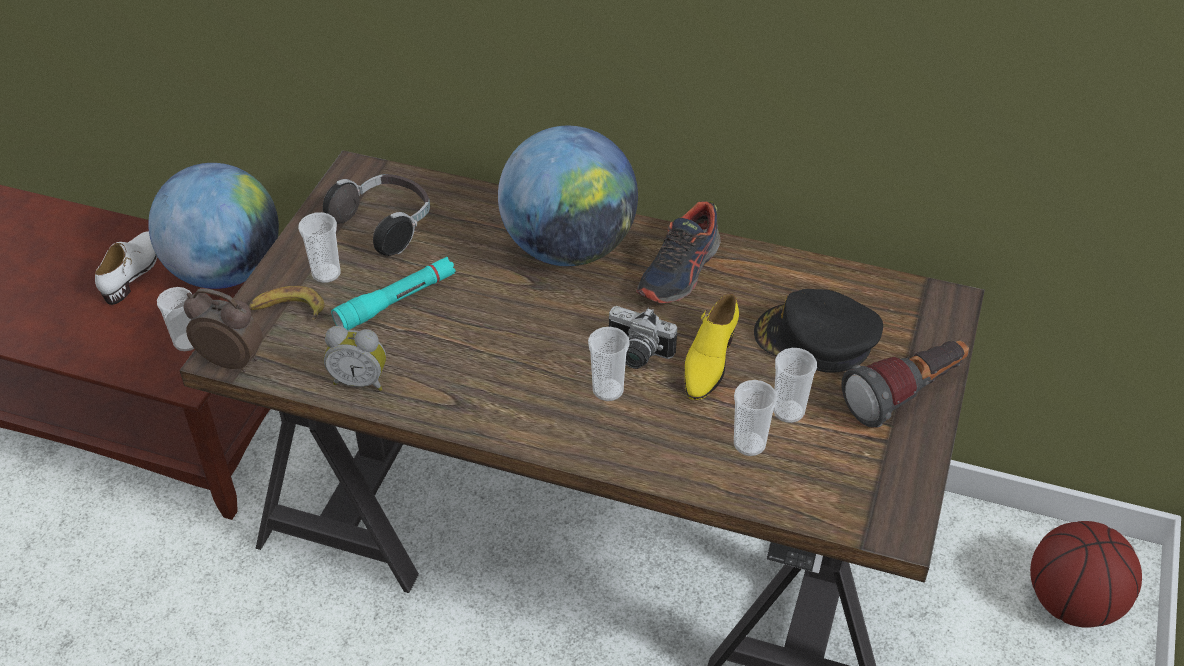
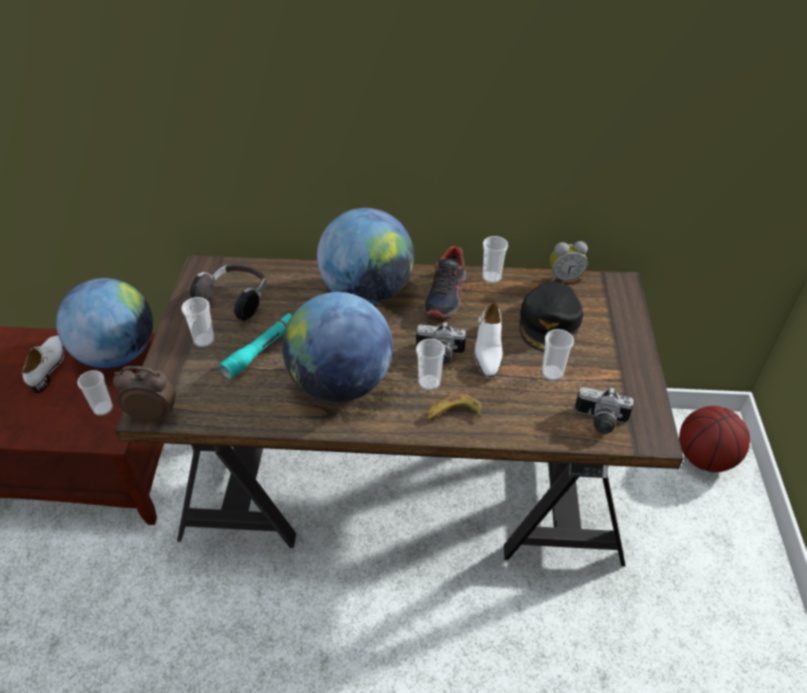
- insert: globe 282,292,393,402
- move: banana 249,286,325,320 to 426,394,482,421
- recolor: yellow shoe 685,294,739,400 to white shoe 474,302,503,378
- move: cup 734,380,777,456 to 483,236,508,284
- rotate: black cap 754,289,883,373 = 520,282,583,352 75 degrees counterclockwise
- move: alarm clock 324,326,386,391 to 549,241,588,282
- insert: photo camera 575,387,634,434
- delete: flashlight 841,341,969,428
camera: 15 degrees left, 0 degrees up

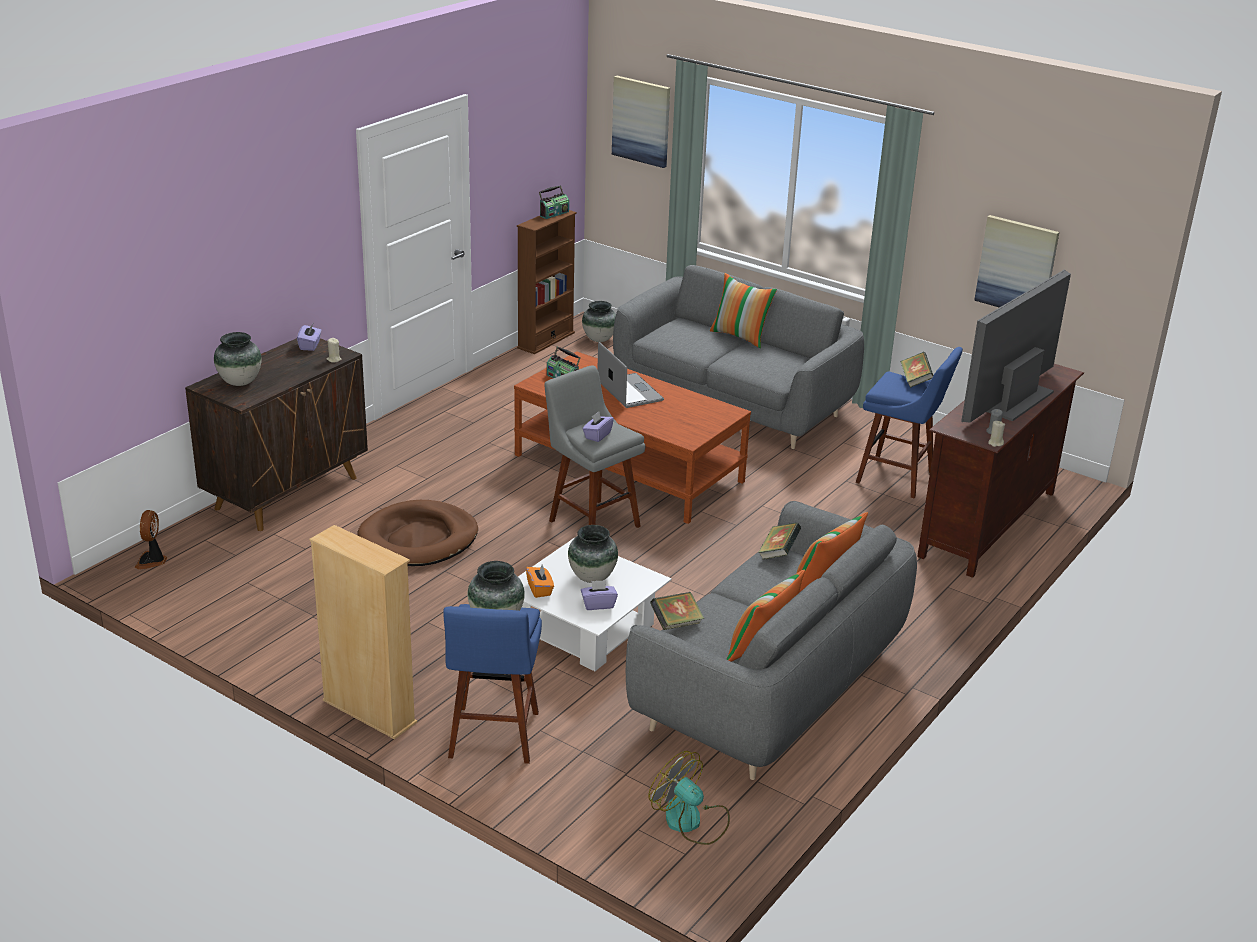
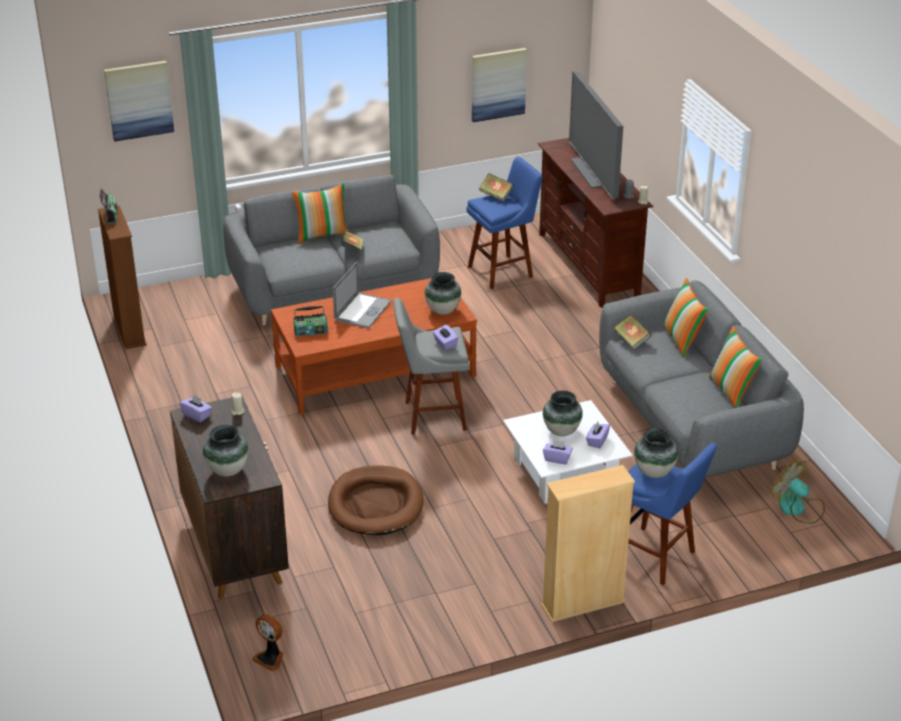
- rotate: laptop 597,342,664,408 = 333,262,392,329 105 degrees clockwise
- move: book 650,592,704,630 to 341,231,364,254
- move: vase 582,301,616,342 to 425,272,461,315
- recolor: orange tissue box 526,565,554,598 to purple tissue box 543,439,573,464
- rotate: fan 648,751,730,845 = 771,460,825,524 60 degrees clockwise
camera: 55 degrees left, 5 degrees up

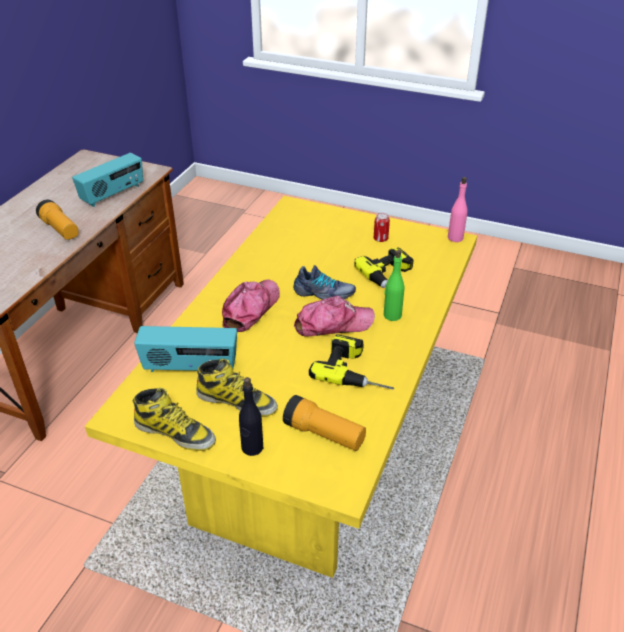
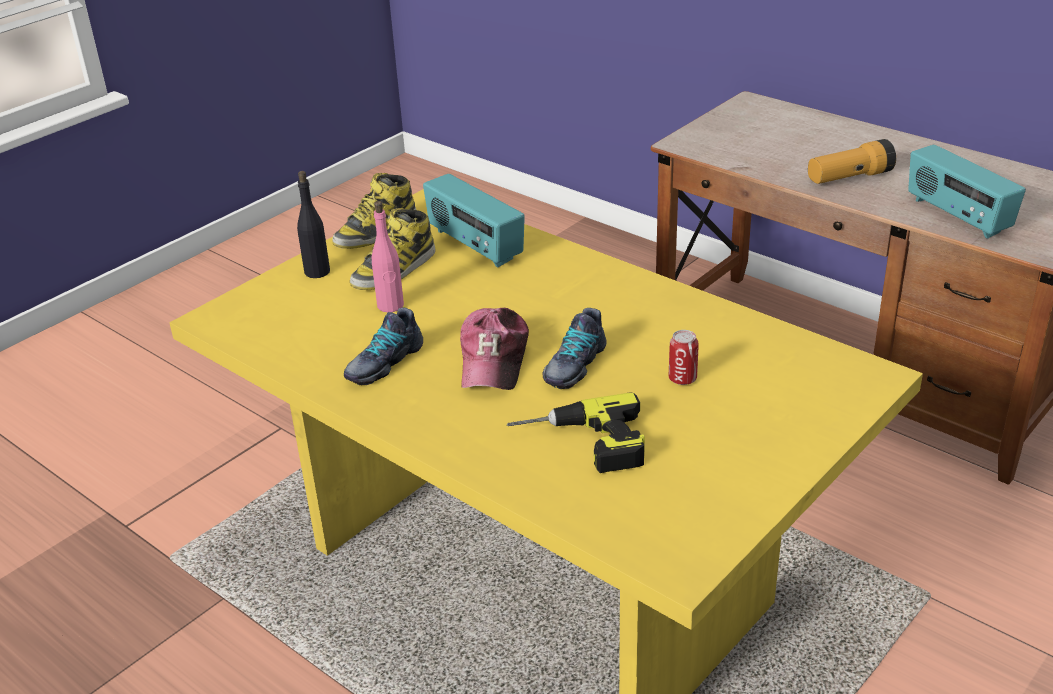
- replace: power drill 309,335,395,390 to shoe 344,307,423,385
- move: pink bottle 448,177,468,242 to 372,201,404,312
- rotate: radio 134,326,237,372 = 423,174,525,267 60 degrees counterclockwise
- move: can 374,213,390,242 to 669,330,699,385
- delete: cap 222,279,280,332
- delete: flashlight 283,395,366,451
- delete: green bottle 384,250,404,321
camera: 110 degrees right, 5 degrees down

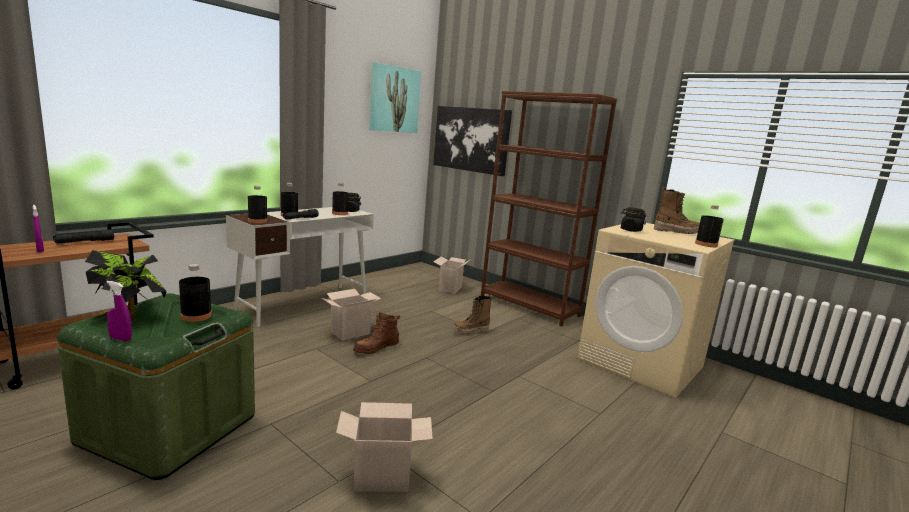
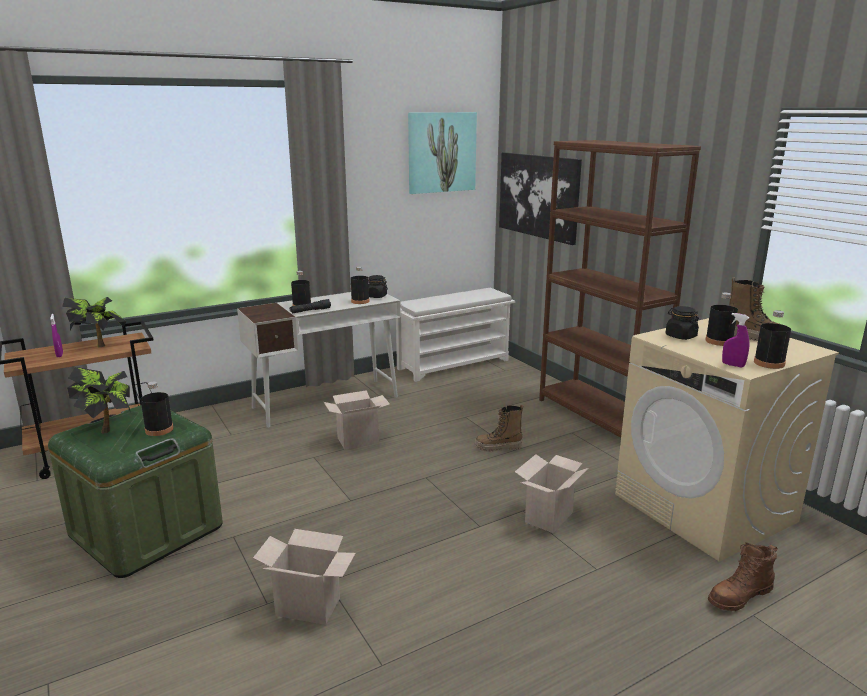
- replace: black flashlight 53,229,114,243 to potted plant 62,297,126,347
- insert: white shoe rack 396,288,515,382
- move: cardboard box 433,256,470,294 to 515,454,588,533
- move: black bottle 248,186,268,223 to 705,293,738,346
- move: brown boot 353,312,400,354 to 708,542,778,611
- move: purple spray bottle 107,281,132,341 to 722,313,749,368
camera: 20 degrees right, 5 degrees up

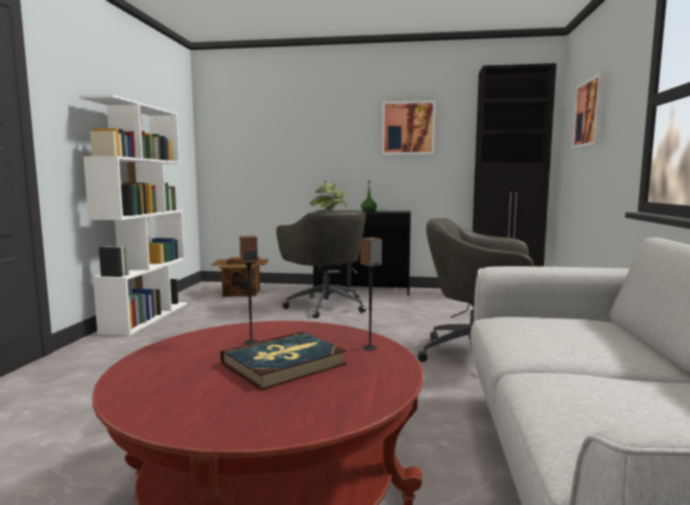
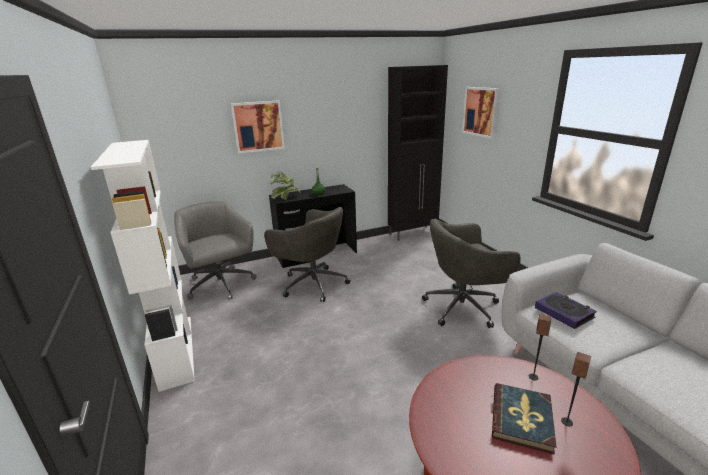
- replace: cardboard box 211,257,269,297 to grey office chair 174,201,257,300
- move: picture 382,100,435,155 to 231,100,285,154
- insert: book 535,292,597,329
- move: speaker 240,236,258,344 to 561,352,591,426
camera: 30 degrees left, 15 degrees up

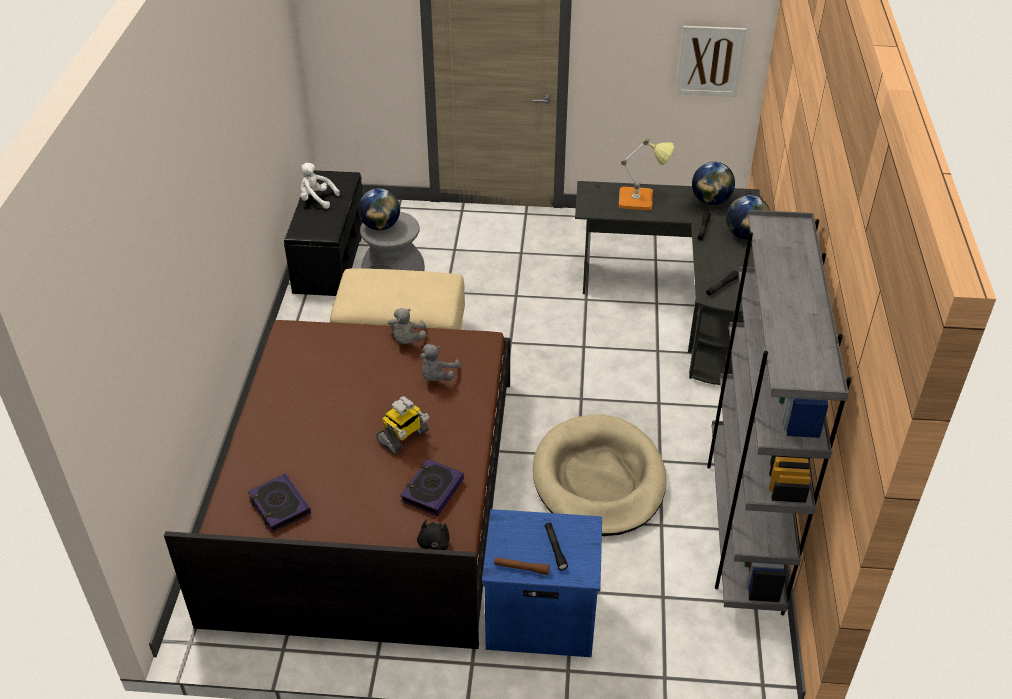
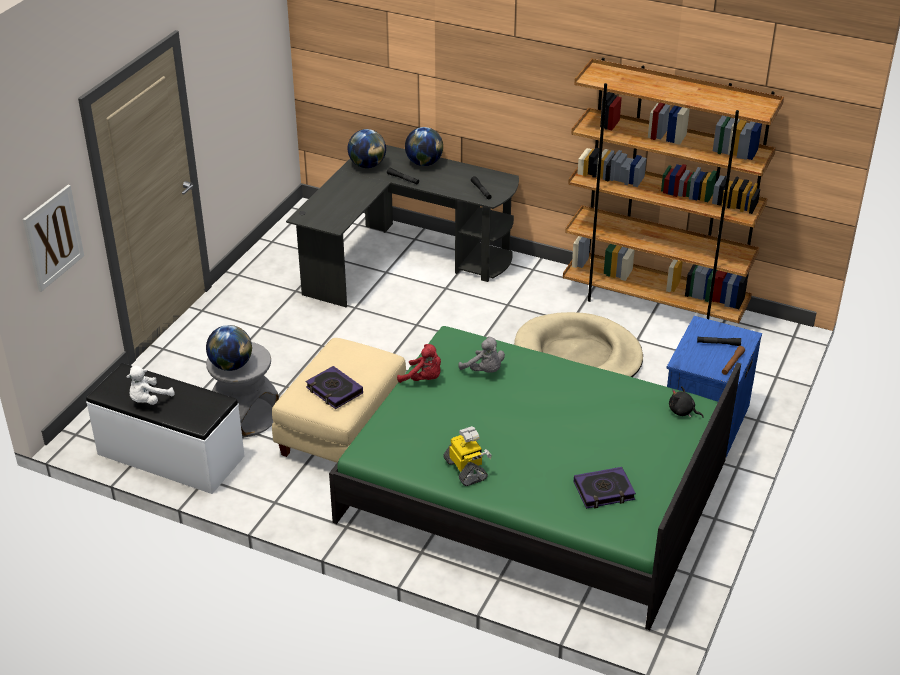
- move: picture 676,26,747,97 to 23,185,84,292
- recolor: black bench 284,170,363,296 to white bench 86,363,245,494
- move: book 400,459,464,516 to 305,366,363,409
- recolor: brown bed 164,320,510,649 to green bed 329,326,741,630
- recolor: grey plush toy 388,308,427,344 to red plush toy 397,344,441,383
- move: toy robot 376,396,429,454 to 443,426,492,486
- recolor: grey bookcase 707,210,851,615 to brown bookcase 563,58,784,323
- delete: table lamp 619,138,675,210
camera: 70 degrees left, 5 degrees down

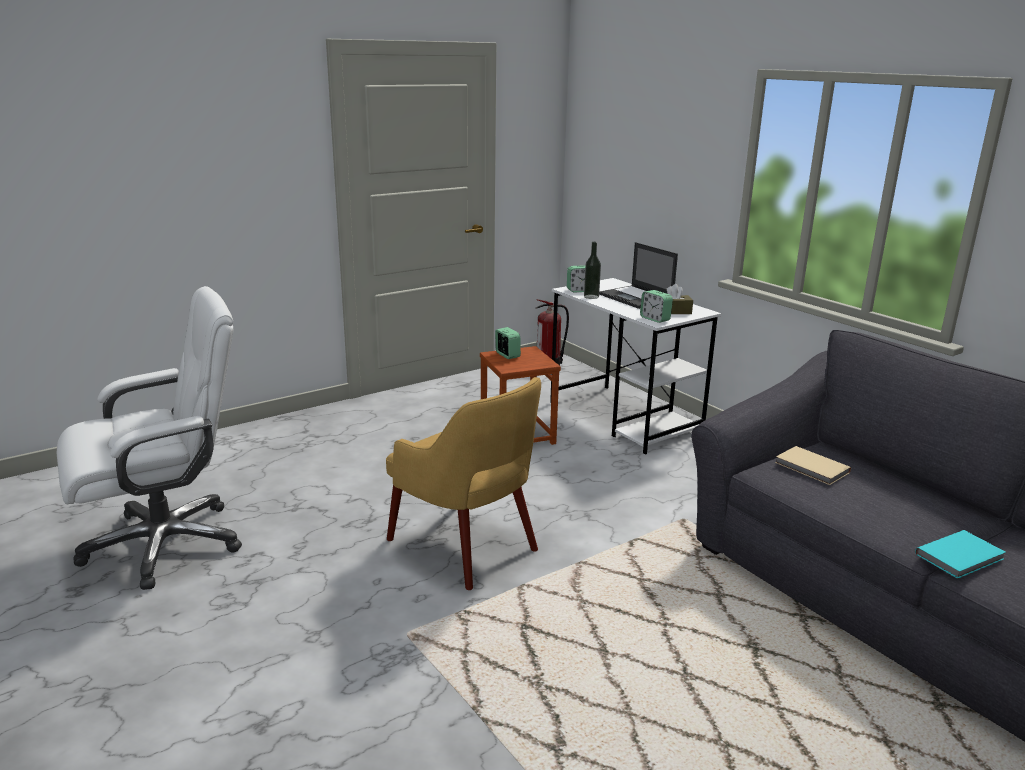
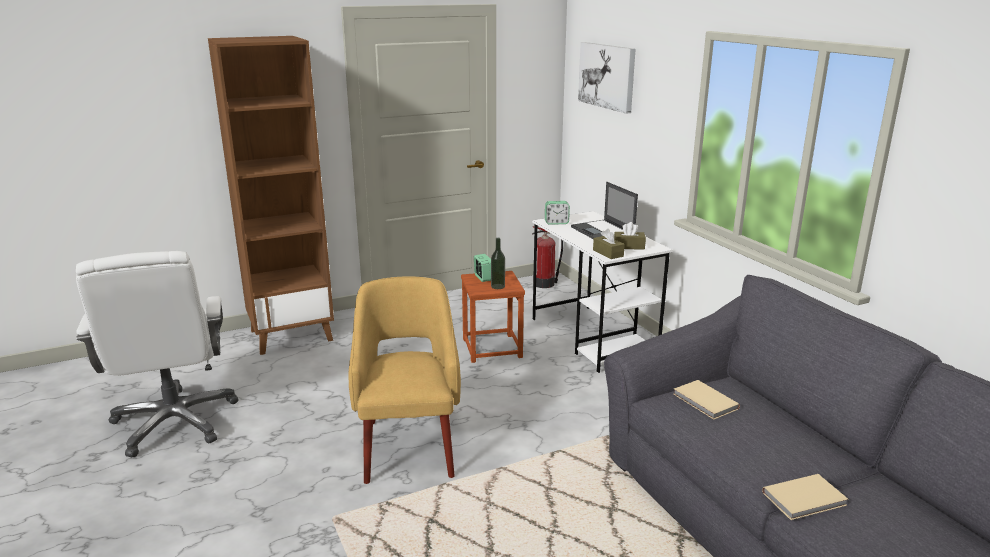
- rotate: white office chair 57,286,242,590 = 76,251,239,457 90 degrees clockwise
- insert: brown bookcase 208,36,334,355
- rotate: yellow armchair 386,377,541,590 = 349,276,461,484 150 degrees counterclockwise
- move: bottle 584,242,601,299 to 491,238,505,289
- insert: picture 578,42,636,114
- replace: alarm clock 640,290,673,323 to brown tissue box 593,229,625,259
- recolor: turquoise book 915,530,1006,579 to beige book 762,474,848,520
camera: 10 degrees right, 0 degrees up

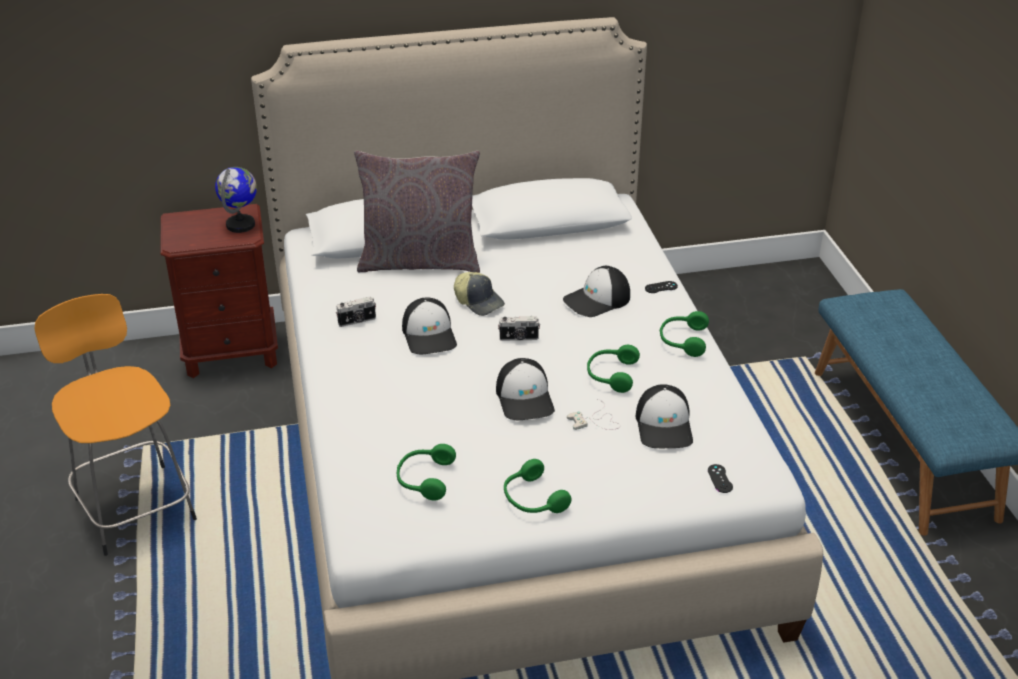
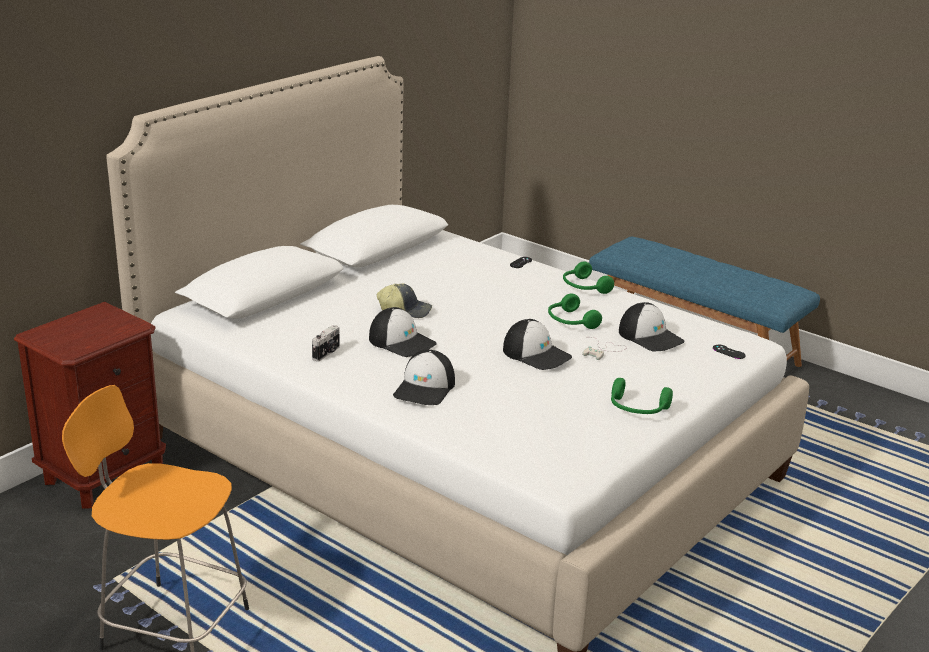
- move: cap 563,266,630,317 to 393,350,455,405
- delete: globe 215,167,257,233
- delete: grey pillow 354,150,480,273
- delete: green headphones 397,444,456,501
- delete: photo camera 498,316,540,341
camera: 40 degrees left, 10 degrees down

